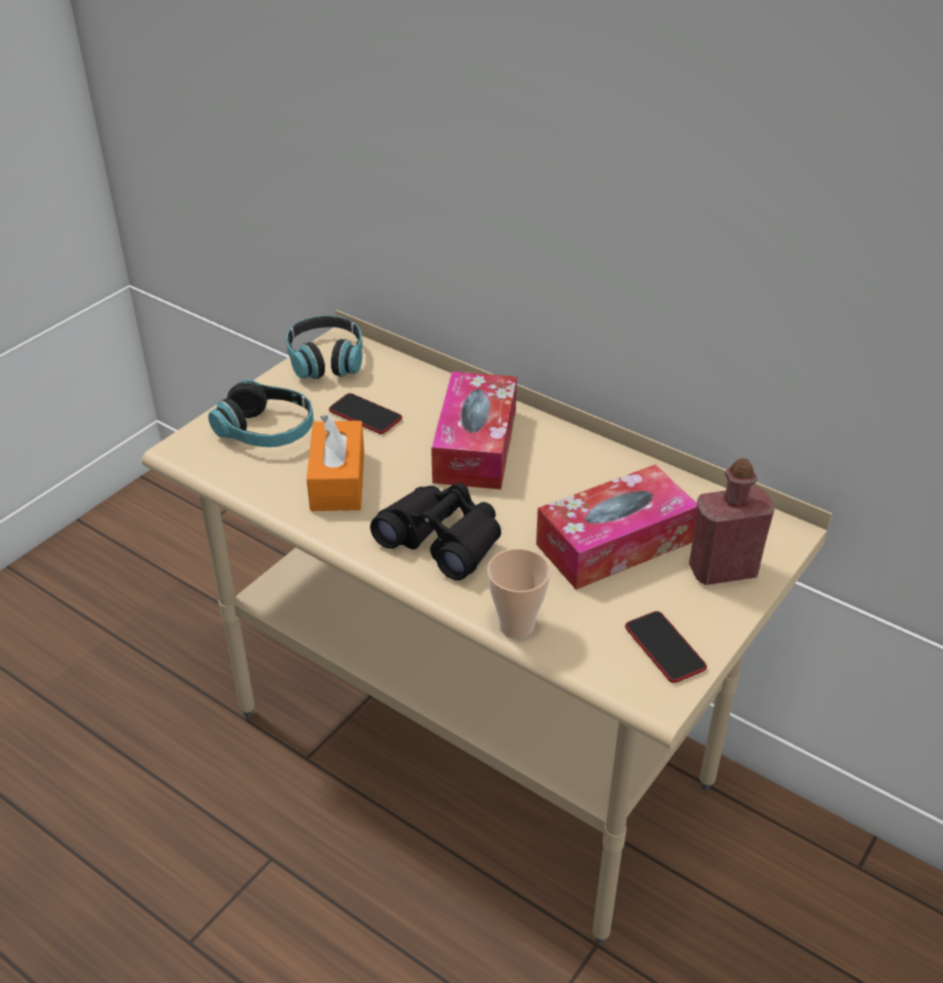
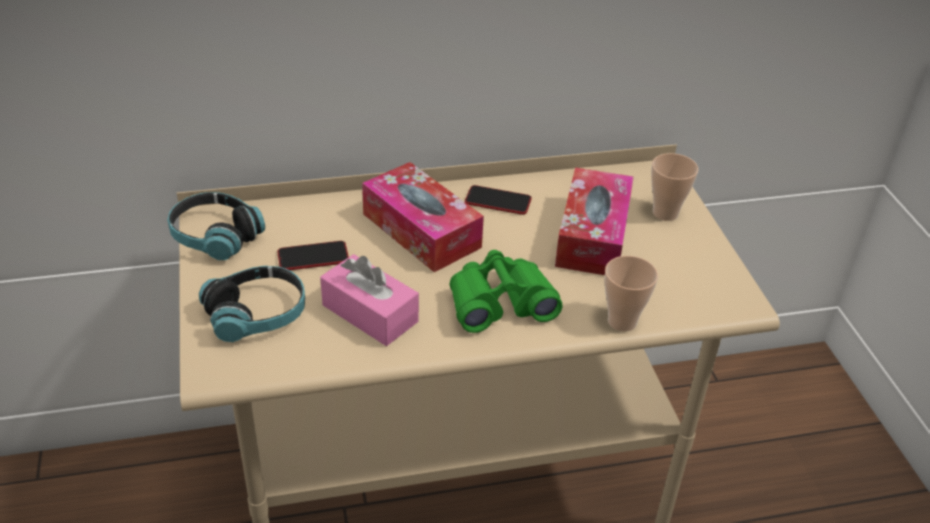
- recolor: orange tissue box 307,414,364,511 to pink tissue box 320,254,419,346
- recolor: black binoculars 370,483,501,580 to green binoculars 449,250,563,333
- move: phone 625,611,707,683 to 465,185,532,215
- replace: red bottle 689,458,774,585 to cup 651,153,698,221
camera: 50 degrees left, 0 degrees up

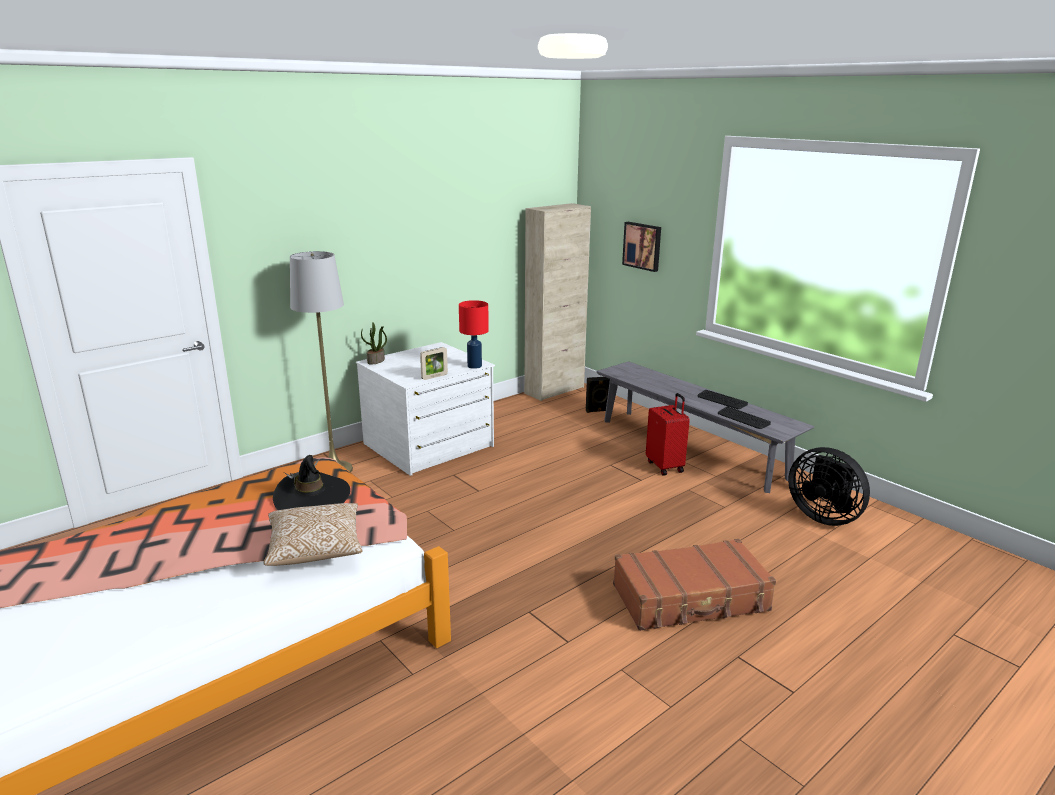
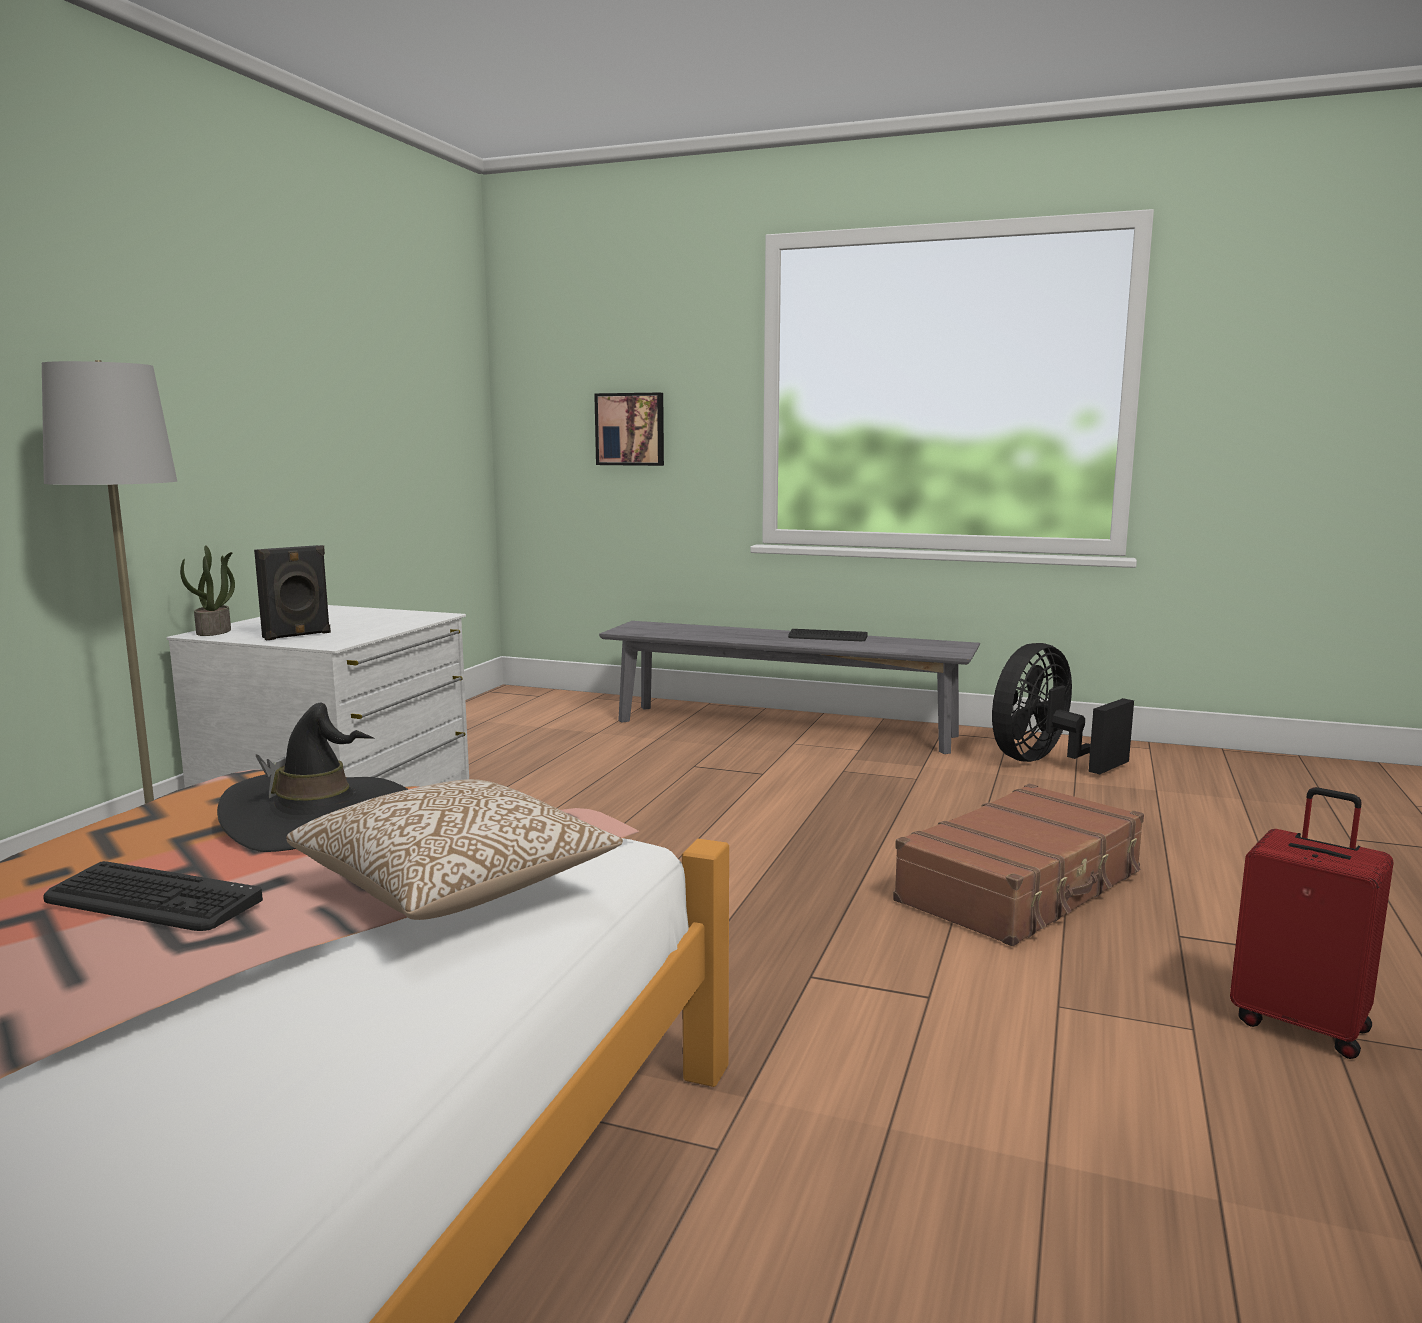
- move: keyboard 718,407,771,429 to 43,861,263,931
- move: black speaker 586,377,610,413 to 254,545,331,640
- rotate: black fan 788,447,870,526 = 992,643,1134,774 120 degrees clockwise
- move: red suitcase 646,393,690,476 to 1230,787,1394,1059
- delete: picture frame 420,347,448,380
- delete: red table lamp 459,300,489,369
- delete: beige cabinet 524,203,591,401
camera: 30 degrees left, 10 degrees down

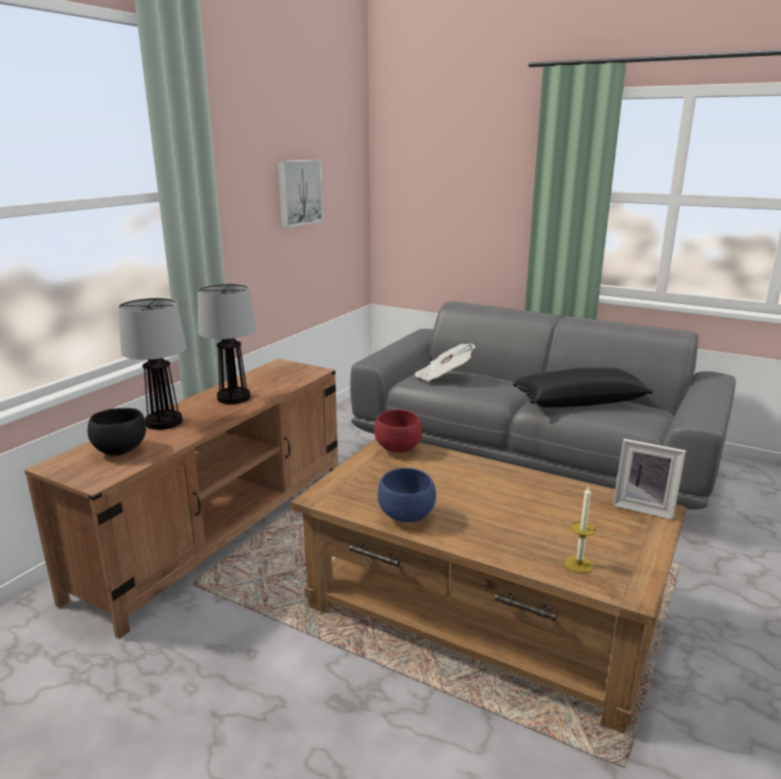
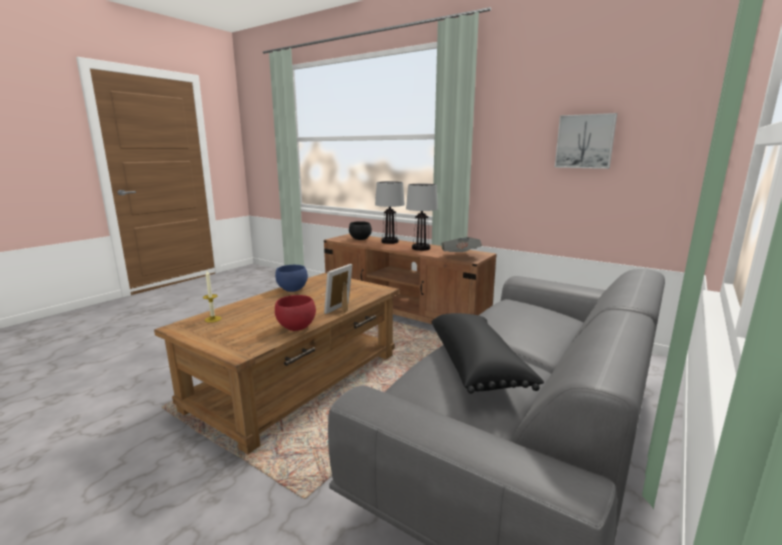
- move: red bowl 374,410,422,453 to 275,295,316,331
- move: picture frame 613,439,686,520 to 324,264,352,314
- move: newspaper 415,344,476,382 to 441,237,482,252
camera: 95 degrees right, 5 degrees down

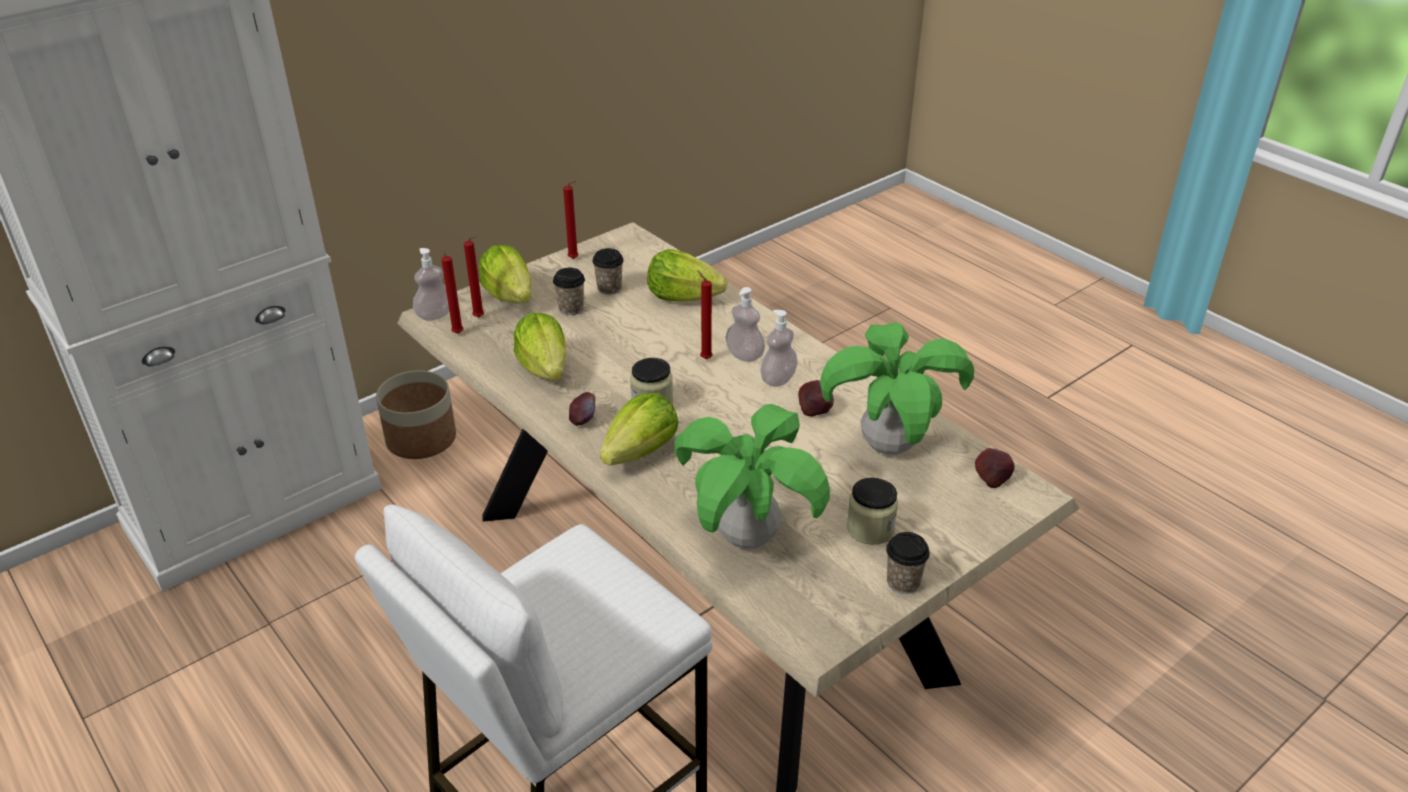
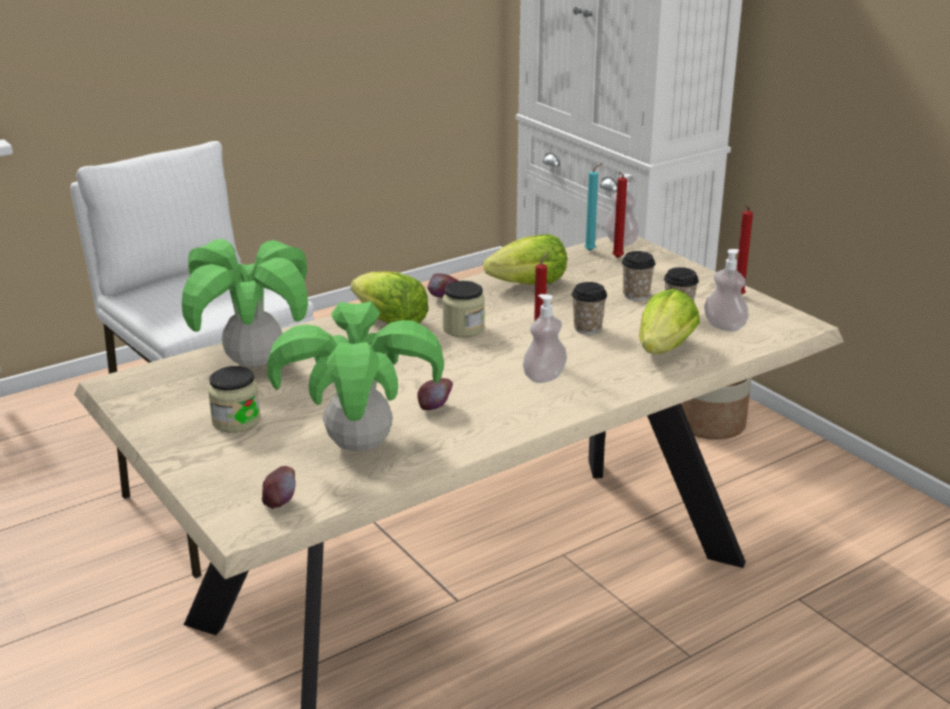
- move: cup 886,532,930,594 to 572,282,607,334
- recolor: red candle 441,245,463,334 to turquoise candle 585,163,603,251
- move: soap dispenser 760,310,798,387 to 704,249,749,332
- delete: lettuce 479,245,531,303
camera: 95 degrees right, 10 degrees down

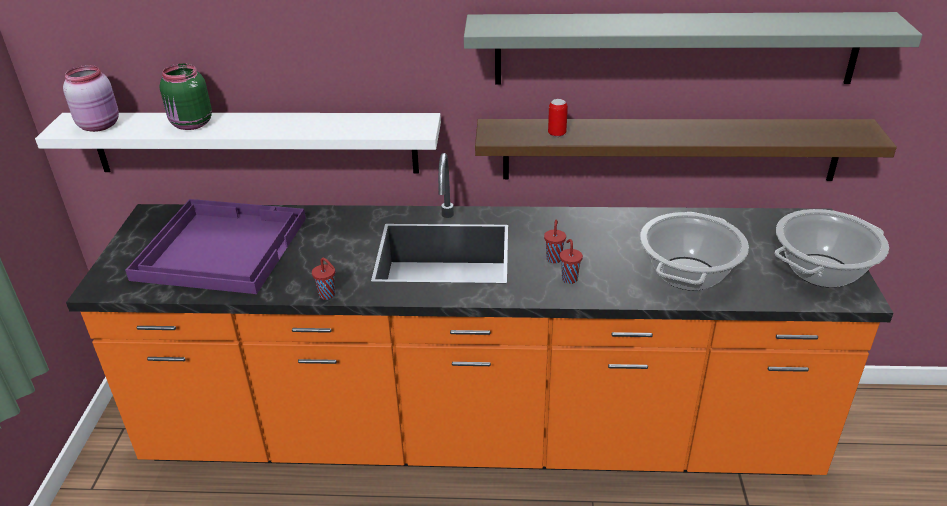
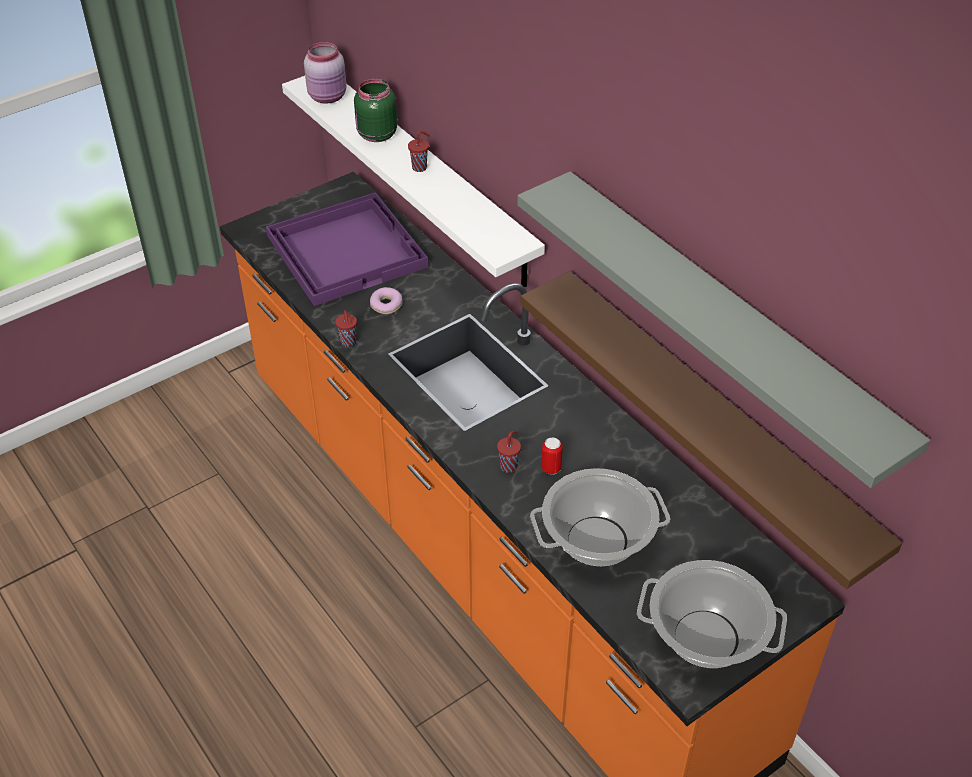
- insert: donut 370,287,402,314
- move: red cup 544,220,566,263 to 408,131,430,172
- move: can 548,99,568,137 to 541,437,563,475
camera: 50 degrees right, 10 degrees up

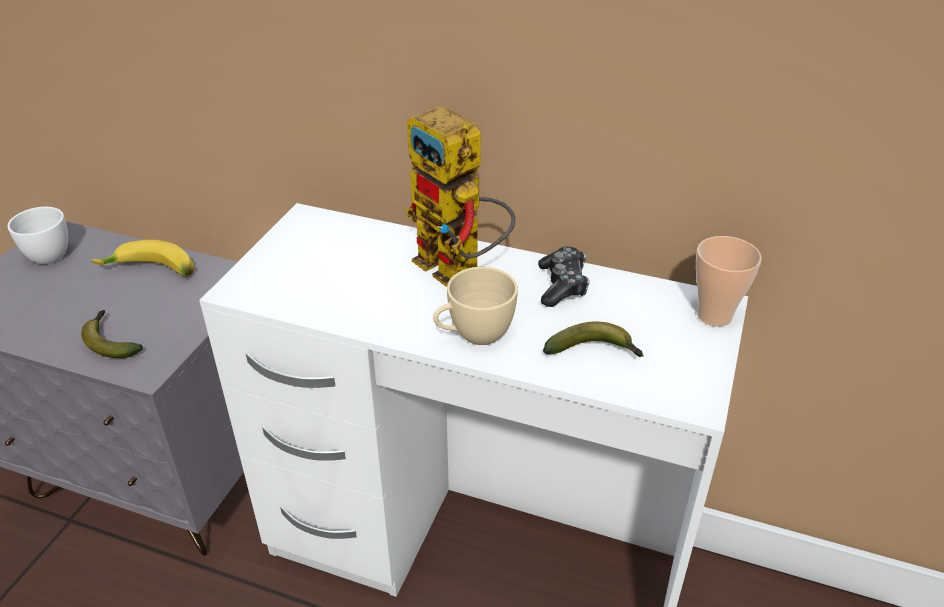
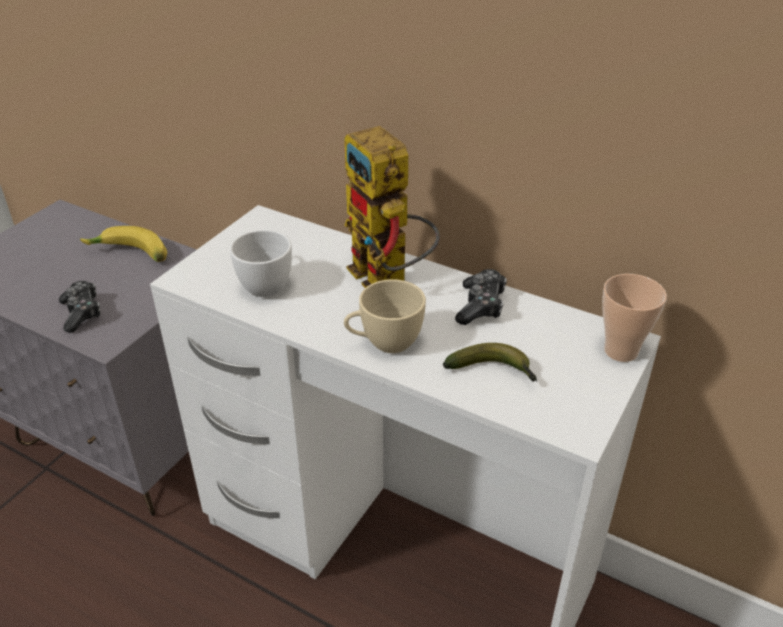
- replace: banana 81,310,143,358 to game controller 59,281,100,333
- move: white cup 7,207,68,264 to 230,230,292,297
camera: 10 degrees right, 0 degrees up

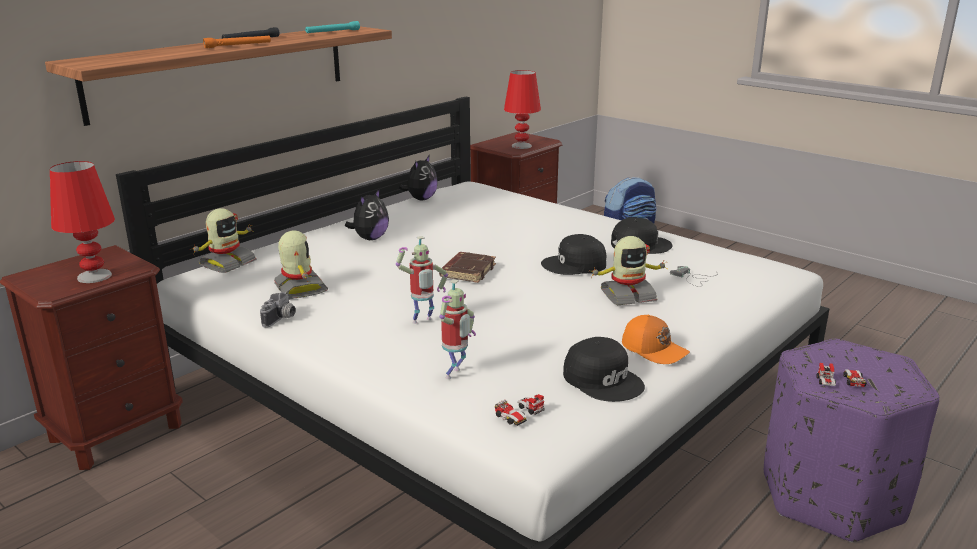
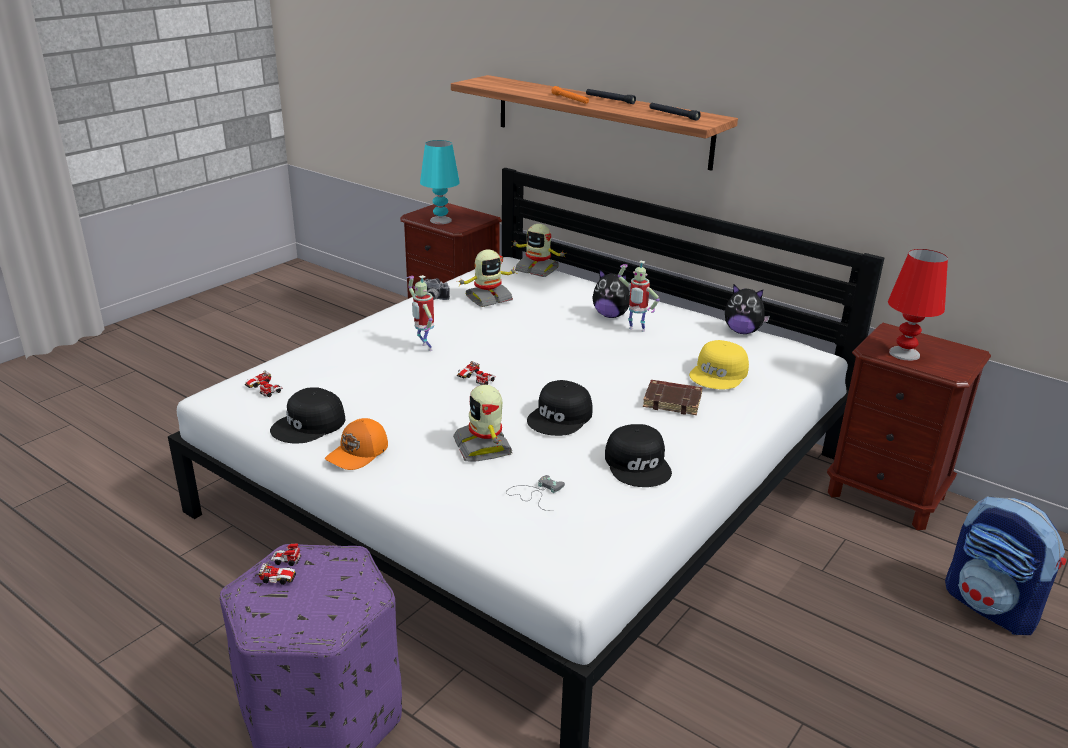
- recolor: red table lamp 50,161,115,283 to turquoise table lamp 420,140,460,224
- insert: toy car 457,361,496,385
- rotate: black cap 541,234,606,275 = 527,380,593,436 135 degrees counterclockwise
- move: toy robot 439,279,476,379 to 618,261,660,332
- move: brown book 439,252,496,283 to 643,380,703,415
- recolor: turquoise flashlight 305,21,360,33 to black flashlight 649,103,701,121
- insert: yellow cap 689,340,749,389
camera: 85 degrees right, 5 degrees up

